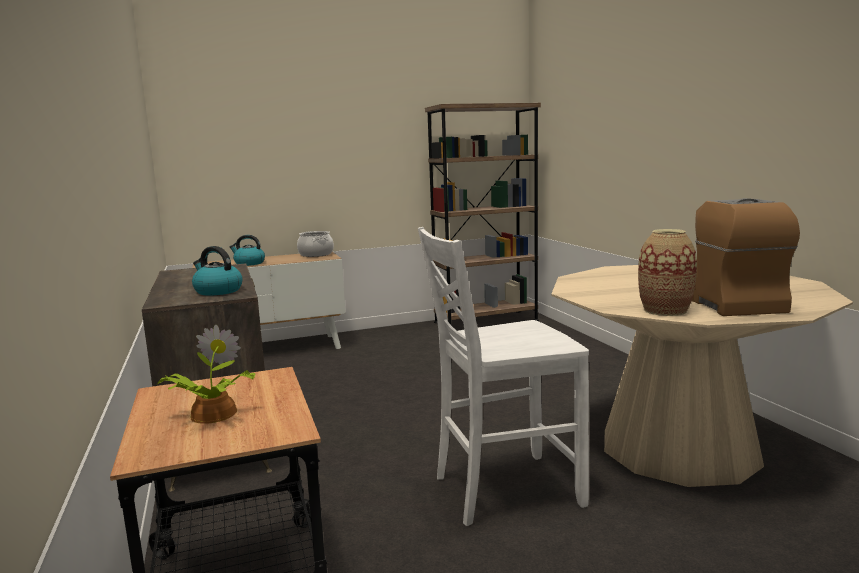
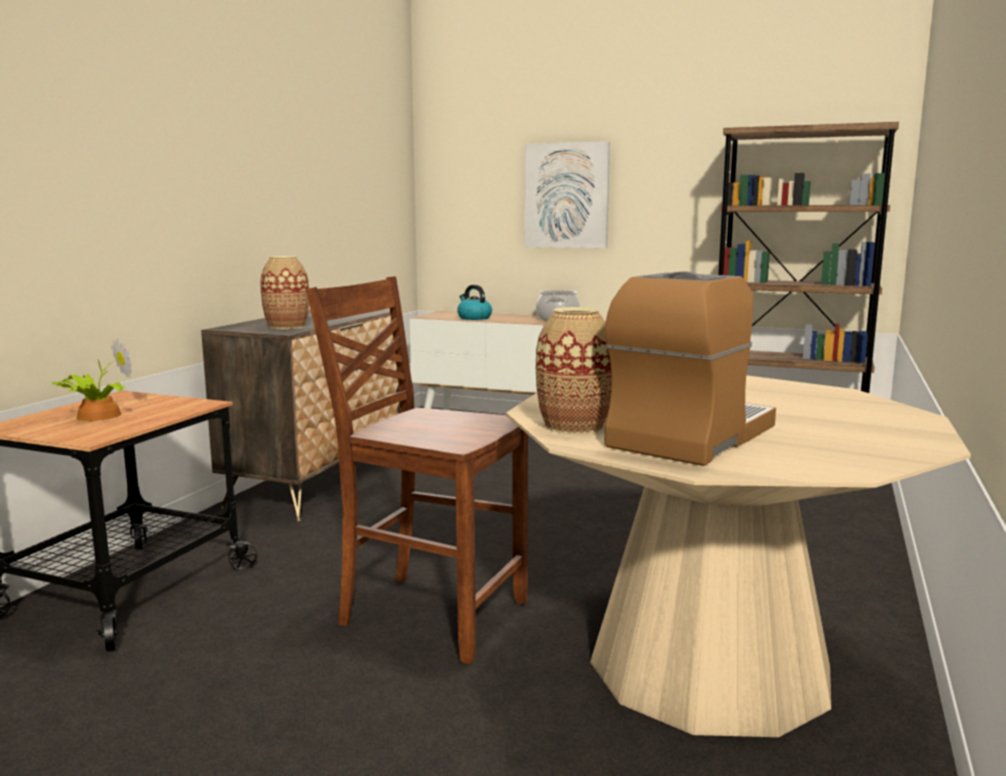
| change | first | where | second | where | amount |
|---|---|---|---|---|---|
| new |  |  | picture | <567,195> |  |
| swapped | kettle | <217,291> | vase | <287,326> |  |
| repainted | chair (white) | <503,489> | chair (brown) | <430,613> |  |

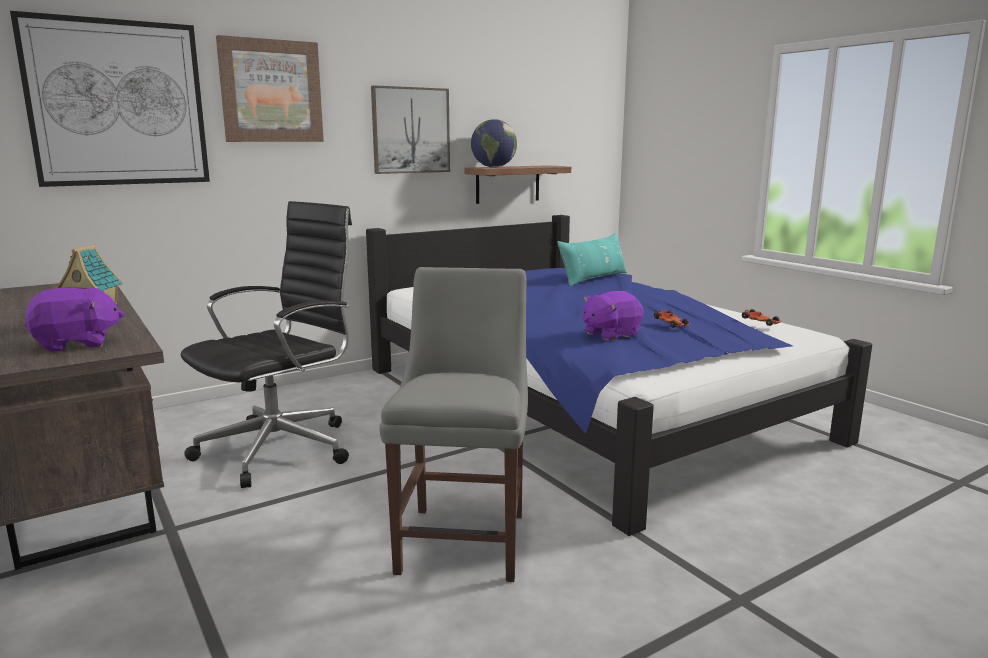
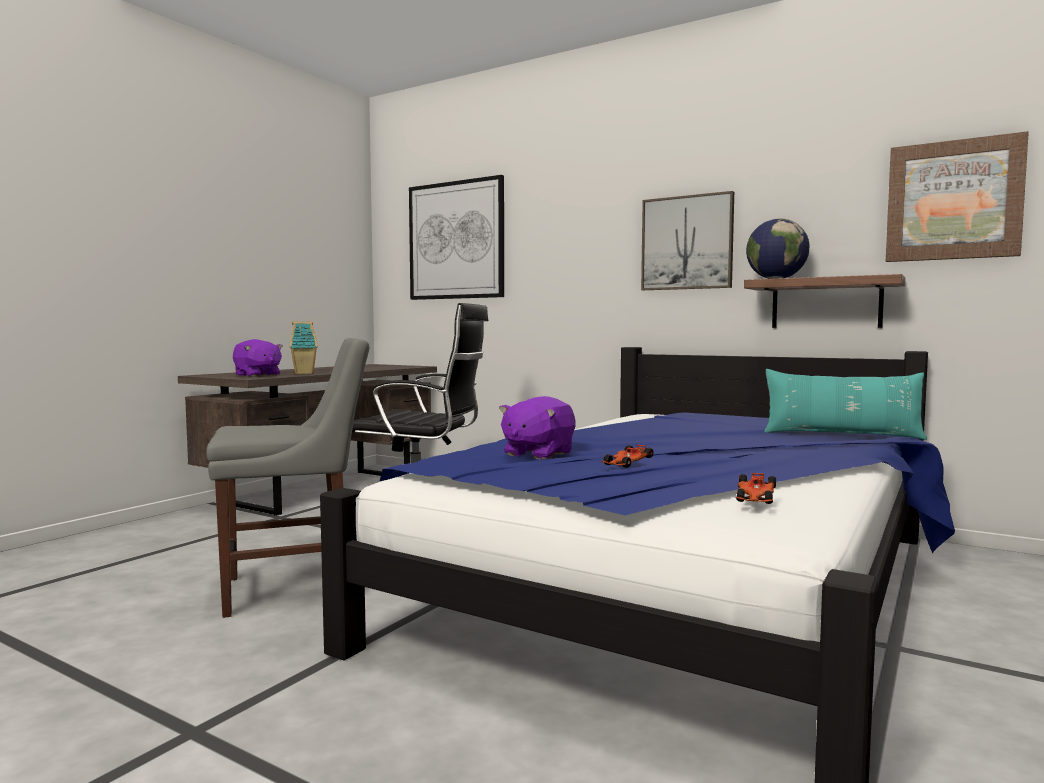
| change | first | where | second | where | amount |
|---|---|---|---|---|---|
| shifted | picture | <271,91> |  | <953,200> |  |
| rotated | plush toy (purple) | <610,334> |  | <537,454> | 90 degrees counterclockwise |

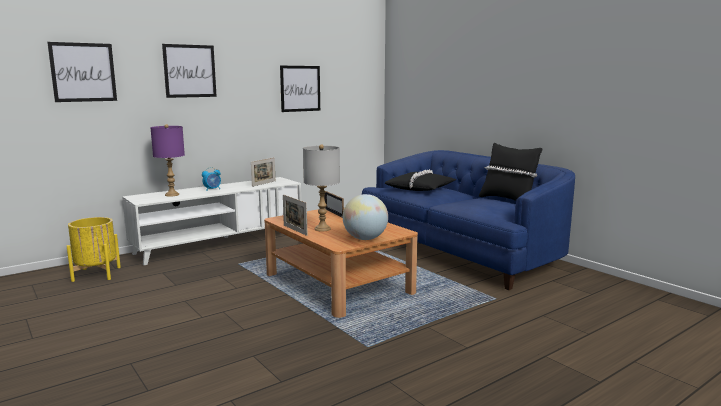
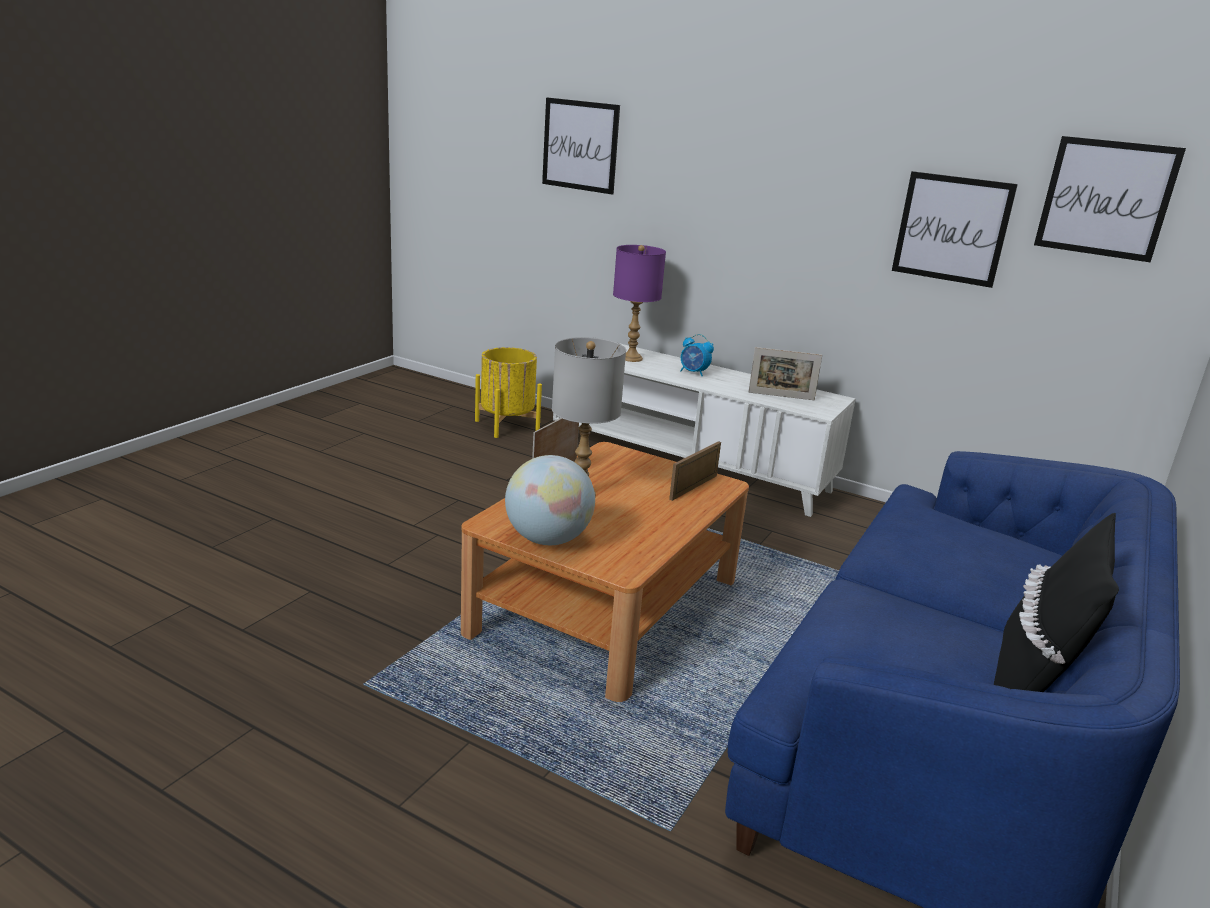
| change | first | where | second | where | amount |
|---|---|---|---|---|---|
| gone | pillow (black) | <420,188> |  |  |  |
| shifted | picture | <190,71> |  | <1106,198> |  |

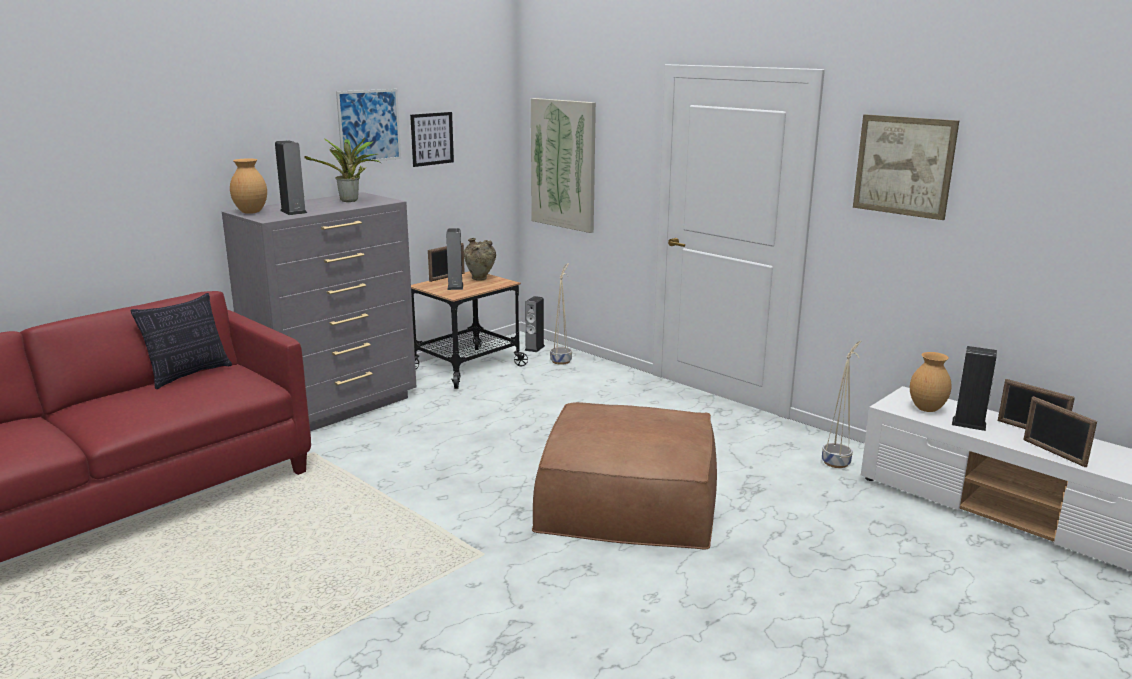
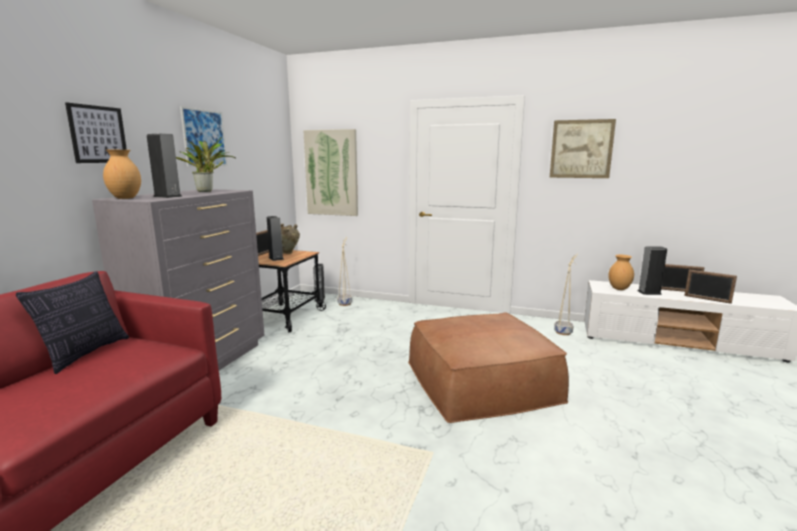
| change | first | where | second | where | amount |
|---|---|---|---|---|---|
| shifted | picture | <432,139> |  | <98,134> |  |

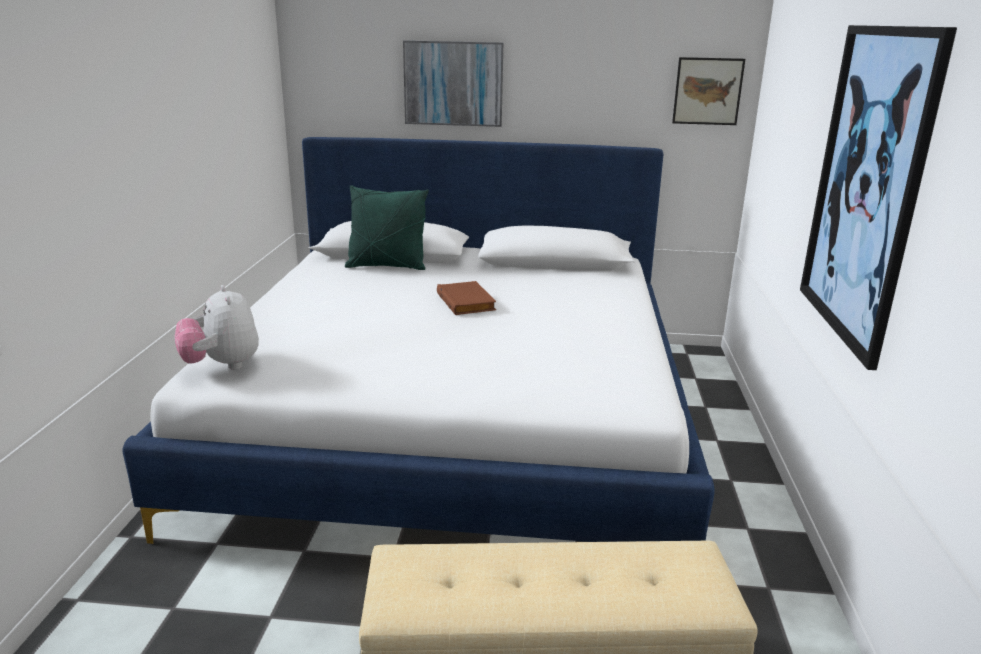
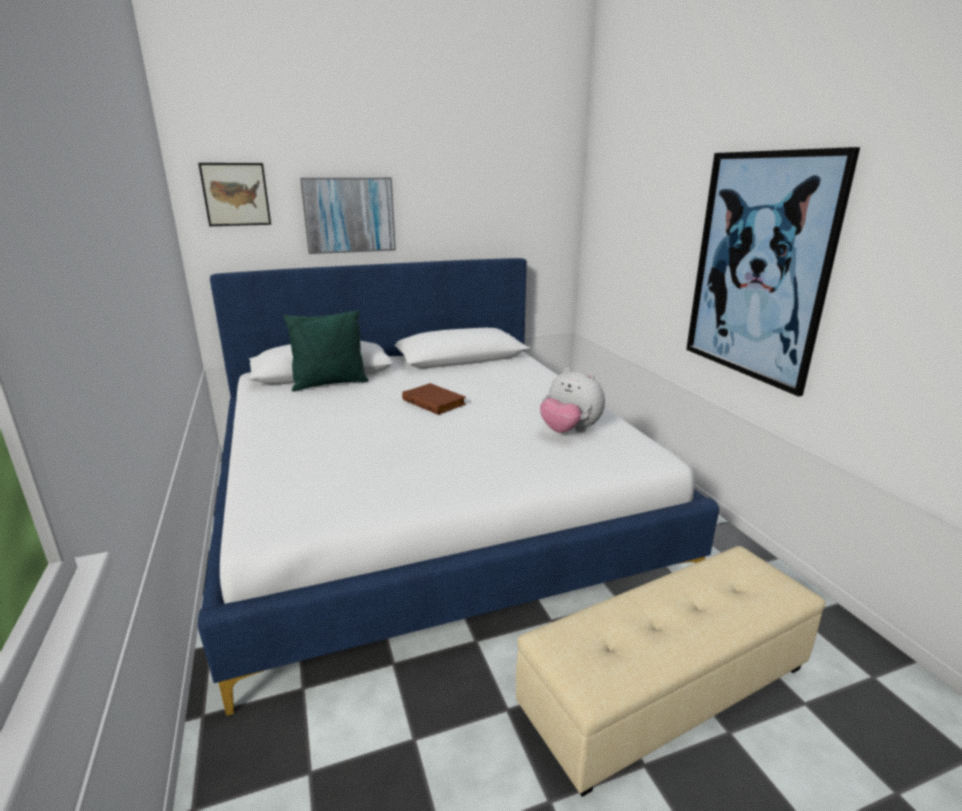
| change | first | where | second | where | amount |
|---|---|---|---|---|---|
| shifted | plush toy | <222,365> |  | <569,431> |  |
| shifted | picture | <707,91> |  | <236,194> |  |

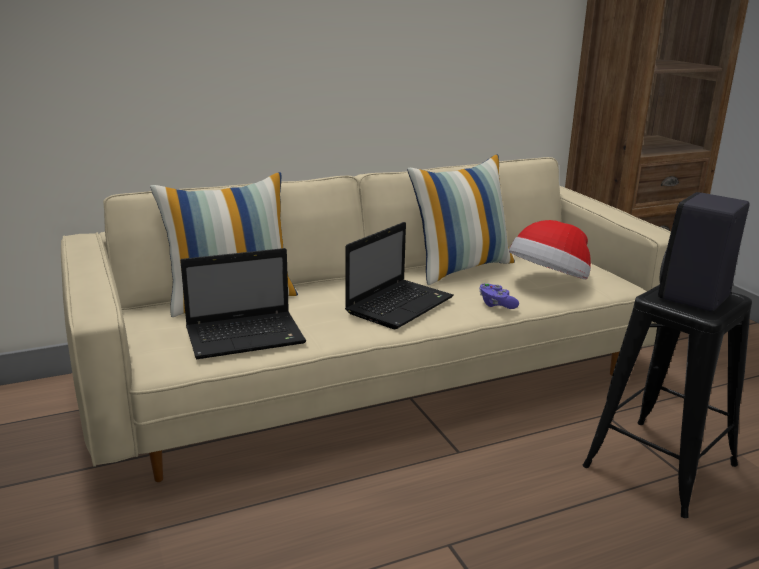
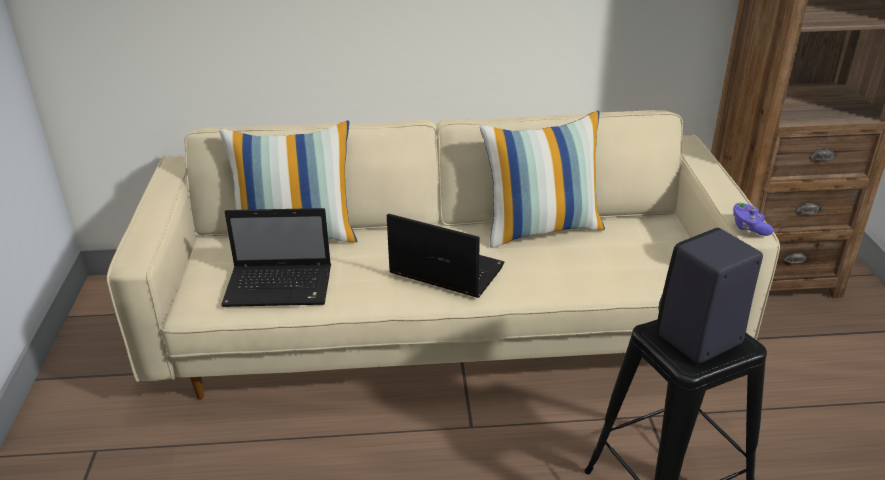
| change | first | where | second | where | amount |
|---|---|---|---|---|---|
| gone | hat | <549,282> |  |  |  |
| shifted | game controller (purple) | <496,304> |  | <749,227> |  |
| rotated | laptop | <400,304> |  | <444,270> | 120 degrees counterclockwise |

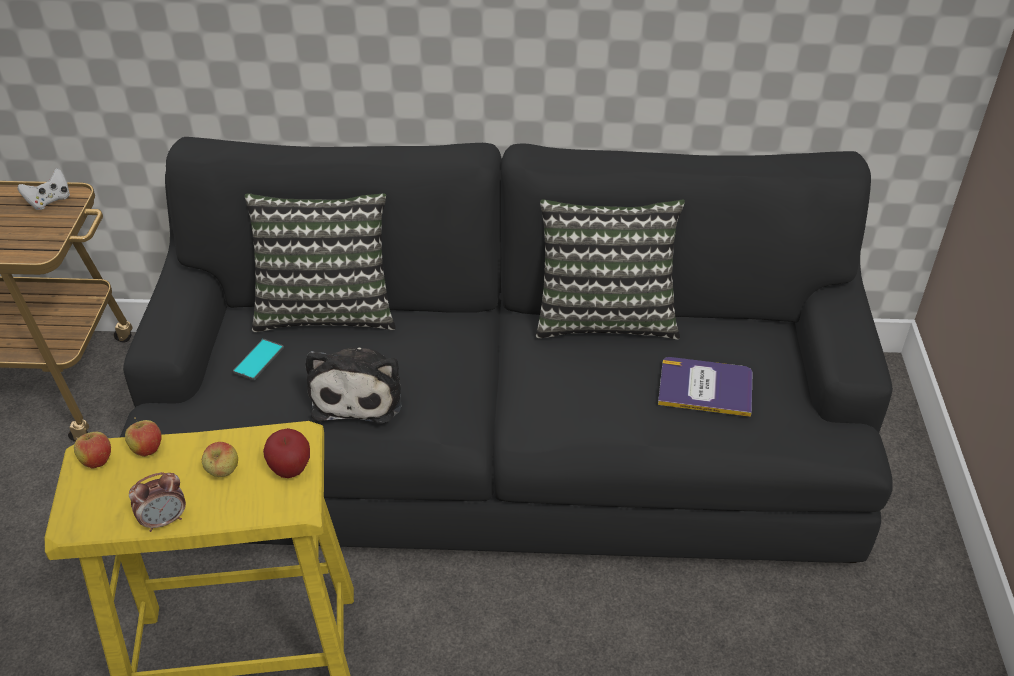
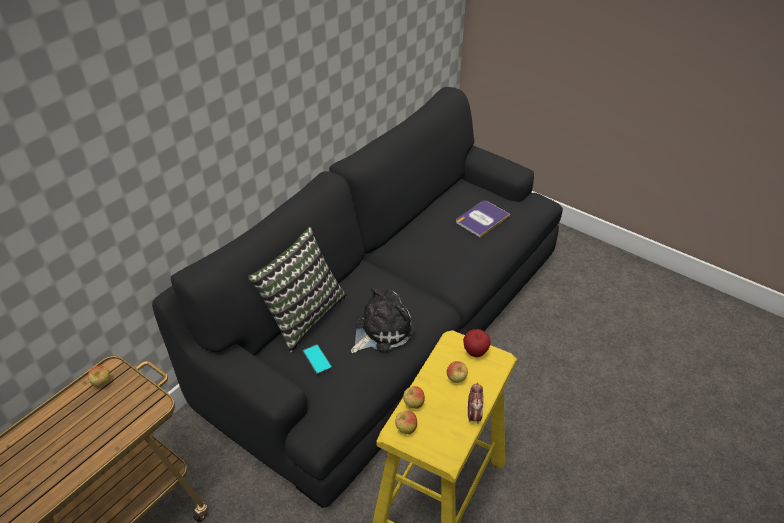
| change | first | where | second | where | amount |
|---|---|---|---|---|---|
| gone | pillow | <605,316> |  |  |  |
| swapped | game controller (white) | <49,201> | apple | <102,383> |  |
| rotated | plush toy | <359,393> |  | <381,330> | 75 degrees counterclockwise |

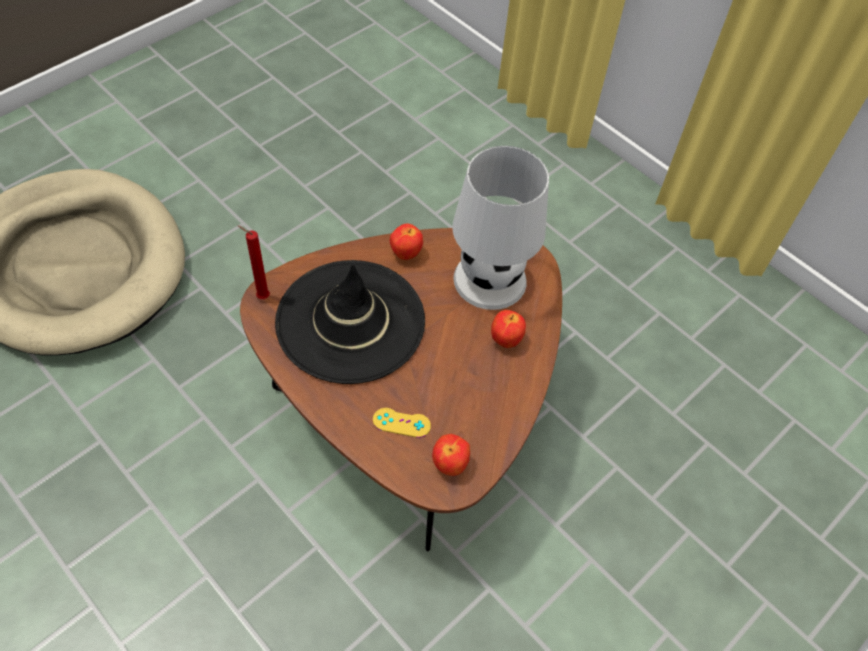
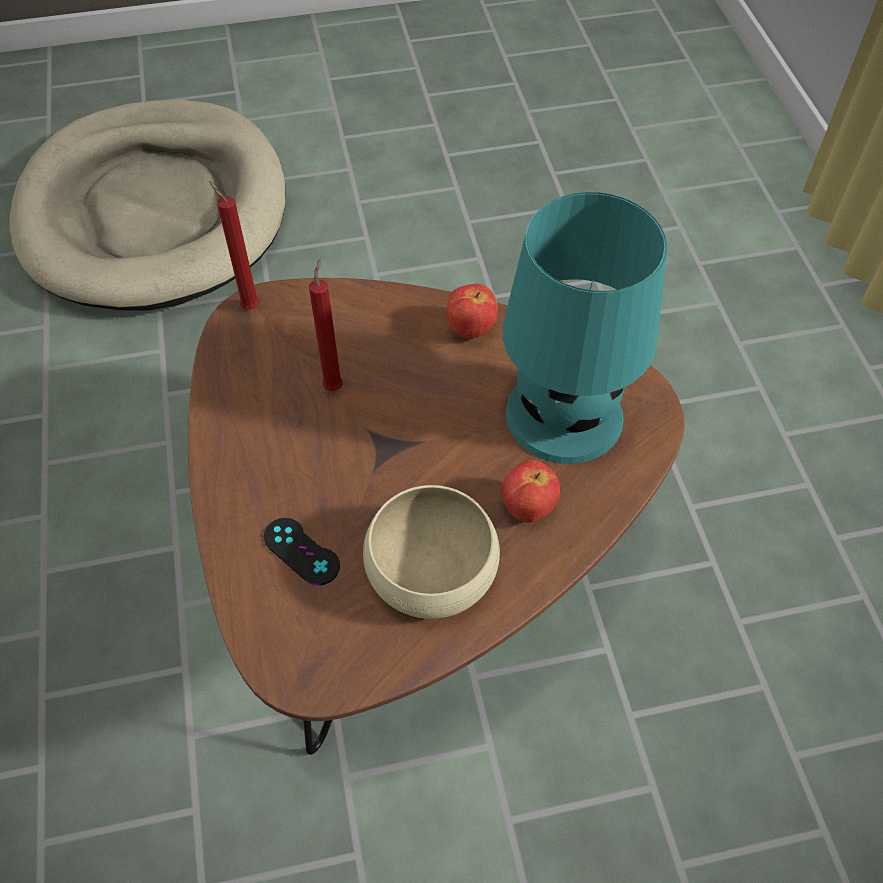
| change | first | where | second | where | amount |
|---|---|---|---|---|---|
| gone | apple | <450,464> |  |  |  |
| new |  |  | bowl (beige) | <431,570> |  |
| swapped | hat (black) | <350,321> | candle (red) | <334,385> |  |
| repainted | game controller (yellow) | <401,423> | game controller (black) | <301,551> |  |
| repainted | table lamp (white) | <490,279> | table lamp (turquoise) | <566,414> |  |

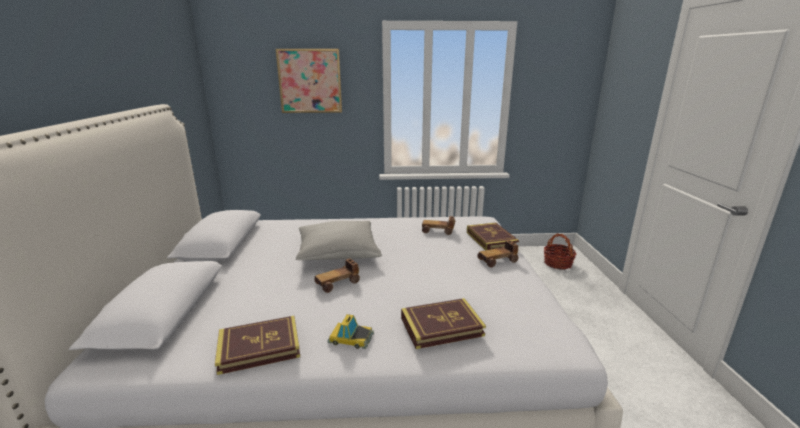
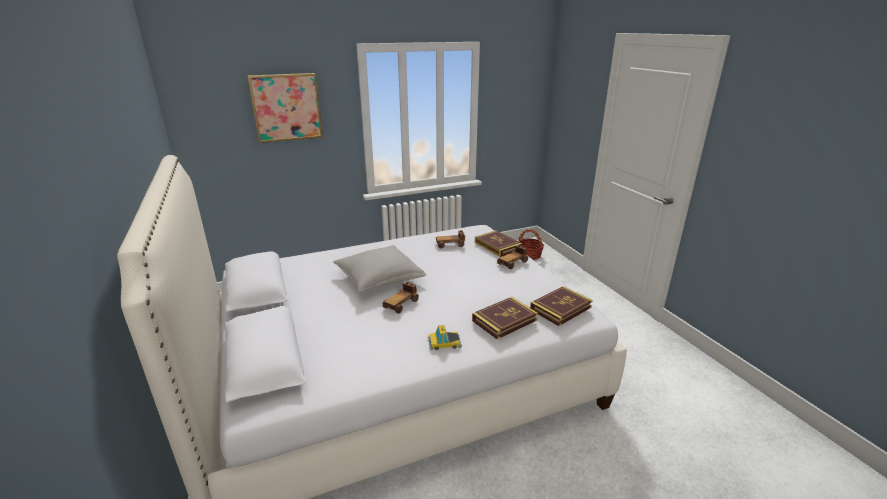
| change | first | where | second | where | amount |
|---|---|---|---|---|---|
| shifted | book | <259,348> |  | <560,308> |  |

